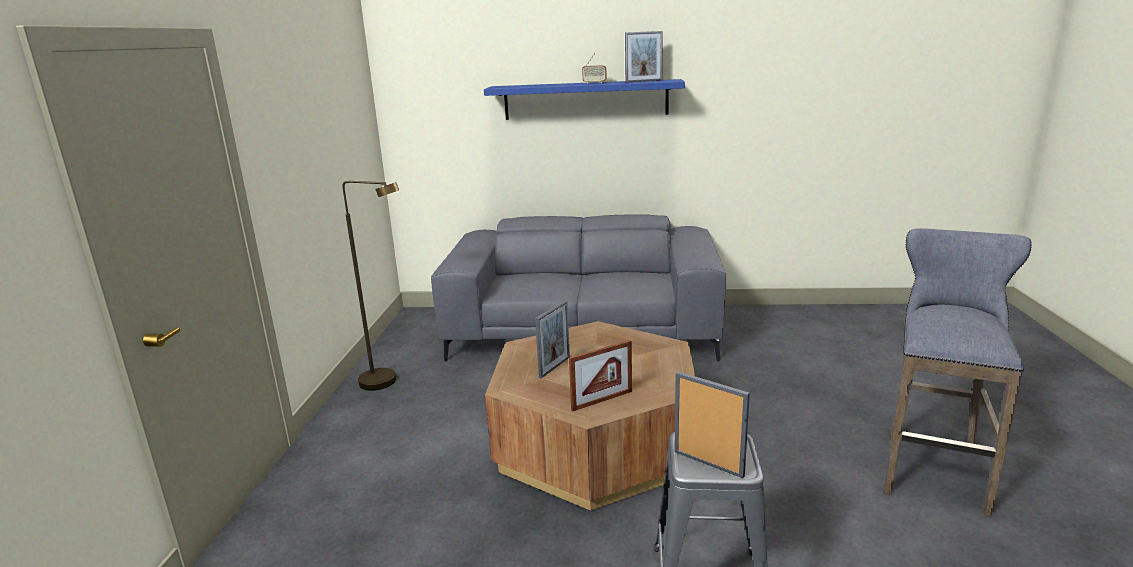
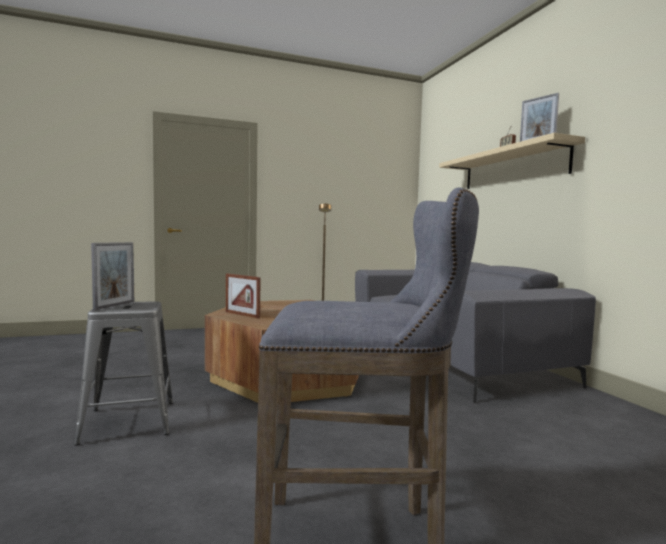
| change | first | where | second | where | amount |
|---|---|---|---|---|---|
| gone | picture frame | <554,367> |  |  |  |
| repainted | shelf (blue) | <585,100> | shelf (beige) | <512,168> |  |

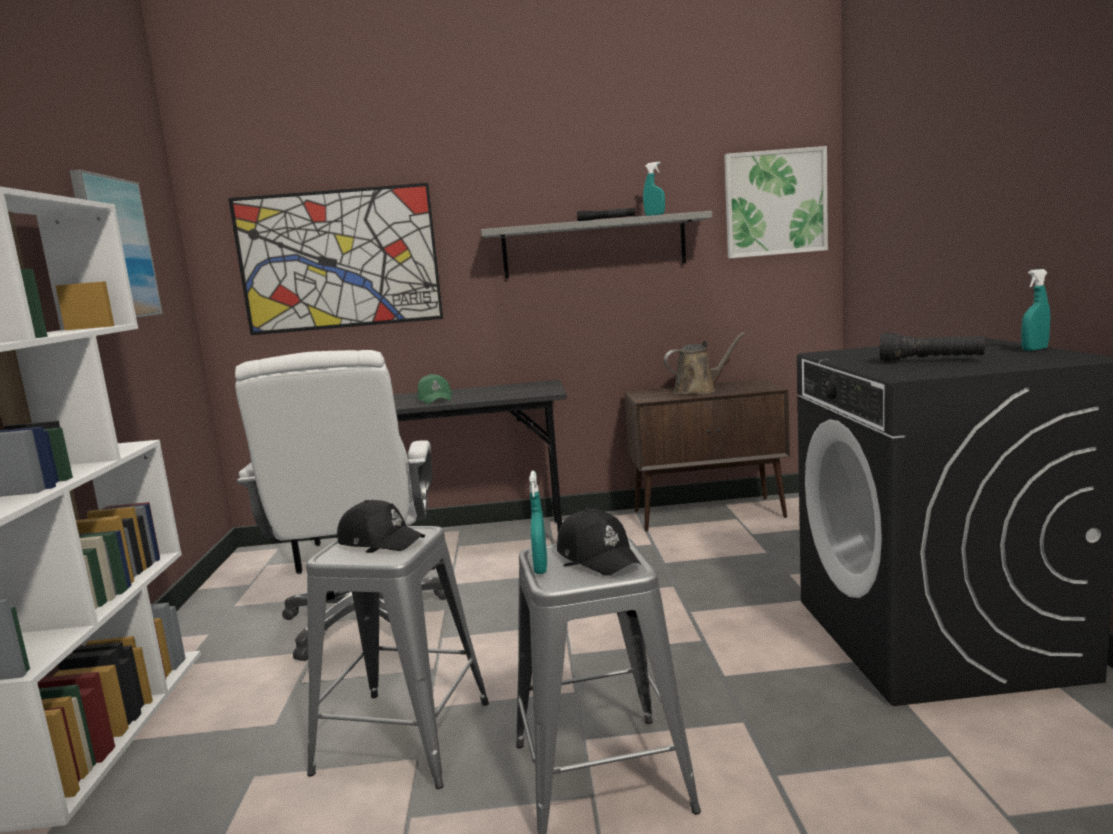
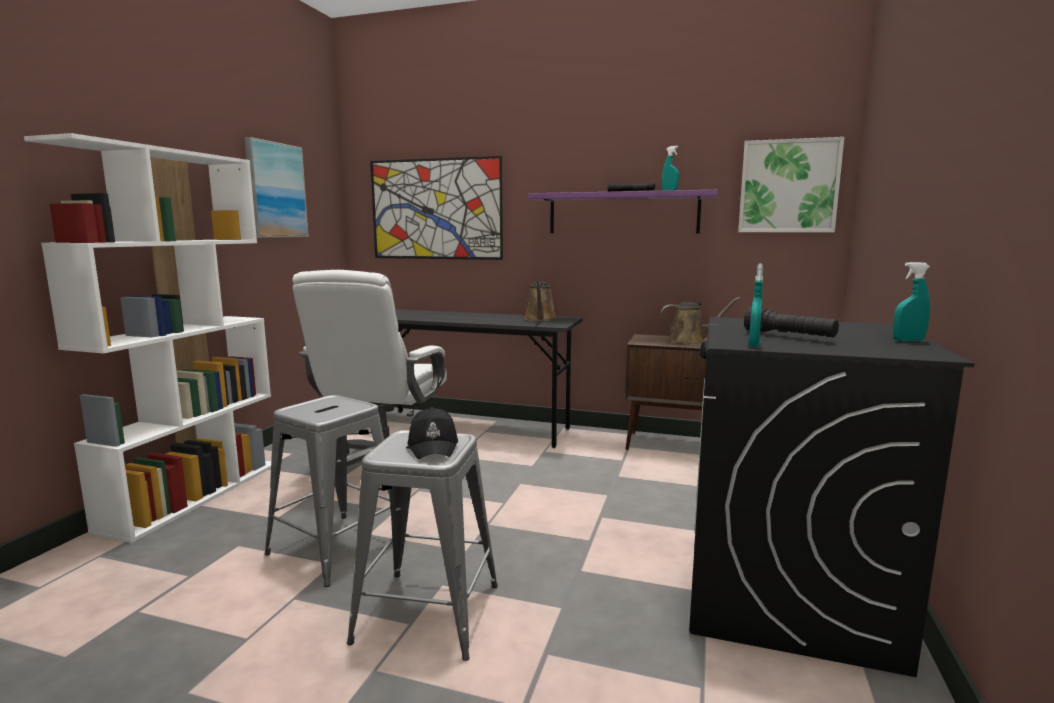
| change | first | where | second | where | amount |
|---|---|---|---|---|---|
| gone | cap (black) | <380,540> |  |  |  |
| gone | cap (green) | <435,399> |  |  |  |
| new |  |  | watering can (brown) | <540,319> |  |
| shifted | spray bottle (turquoise) | <541,568> |  | <753,345> |  |
| repainted | shelf (grey) | <594,246> | shelf (purple) | <623,213> |  |

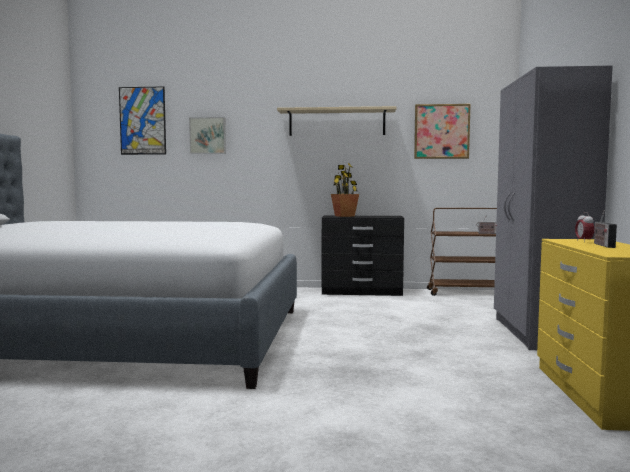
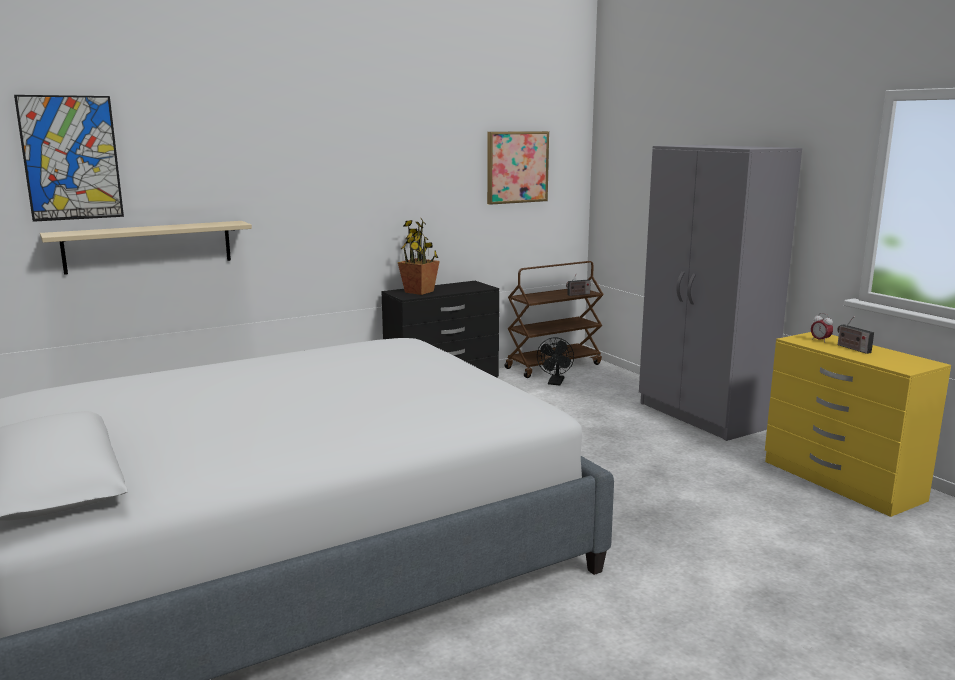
| change | first | where | second | where | amount |
|---|---|---|---|---|---|
| gone | picture | <208,135> |  |  |  |
| new |  |  | fan (black) | <555,383> |  |
| shifted | shelf (beige) | <337,122> |  | <149,246> |  |

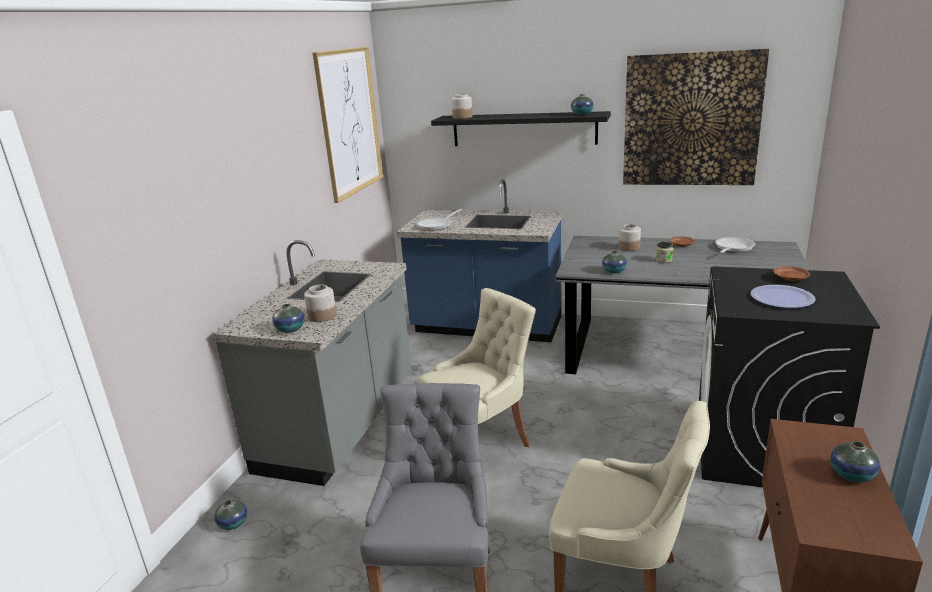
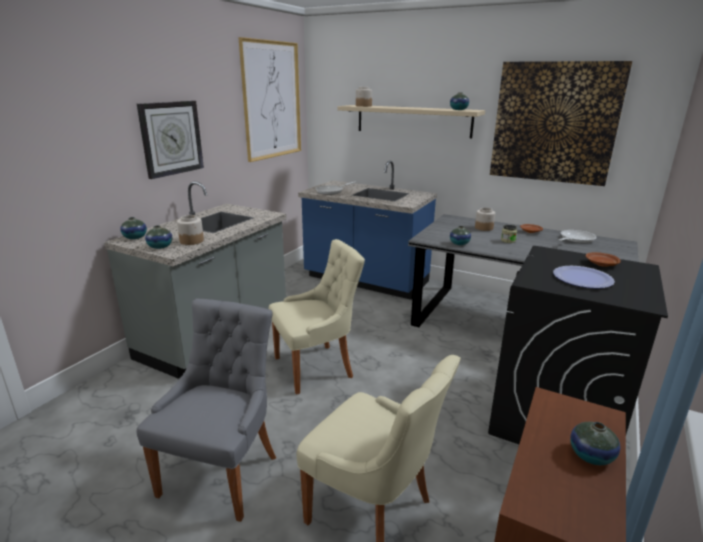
| change | first | where | second | where | amount |
|---|---|---|---|---|---|
| new |  |  | wall clock | <171,138> |  |
| shifted | vase | <233,523> |  | <135,237> |  |
| repainted | shelf (black) | <523,129> | shelf (beige) | <413,121> |  |

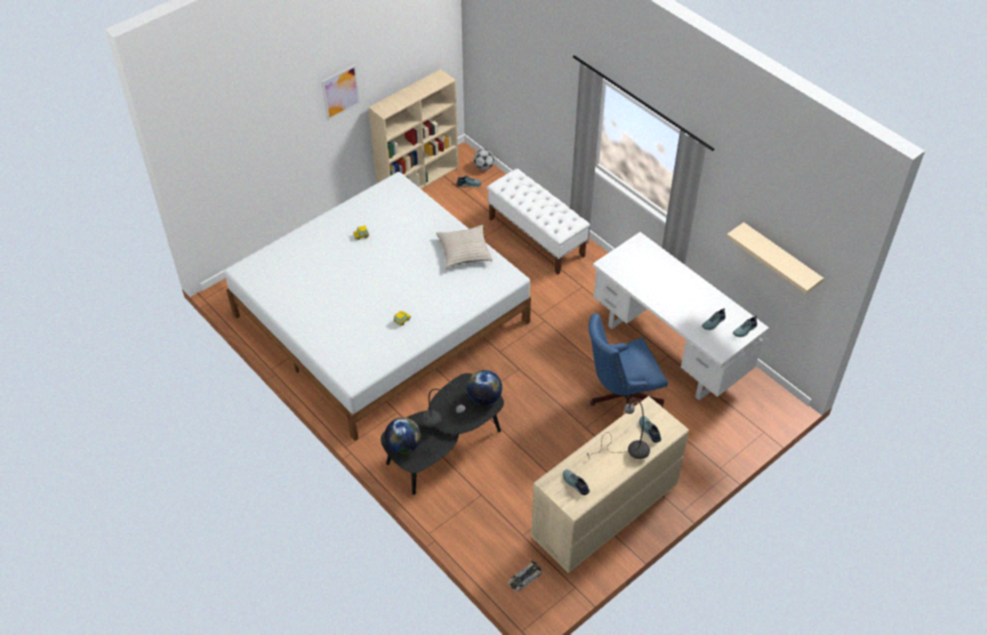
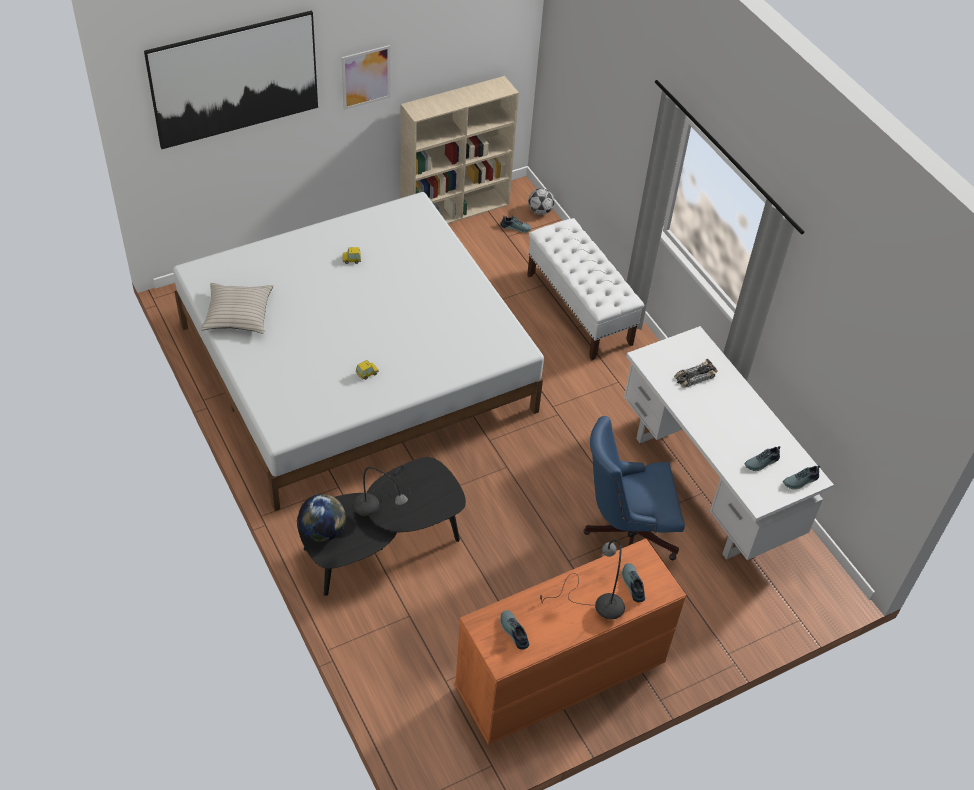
| change | first | where | second | where | amount |
|---|---|---|---|---|---|
| gone | globe | <484,398> |  |  |  |
| gone | shelf (beige) | <780,259> |  |  |  |
| new |  |  | picture | <235,79> |  |
| shifted | pillow (beige) | <464,251> |  | <238,314> |  |
| shifted | toy car | <524,578> |  | <694,377> |  |
| repainted | dresser (beige) | <604,512> | dresser (orange) | <559,676> |  |

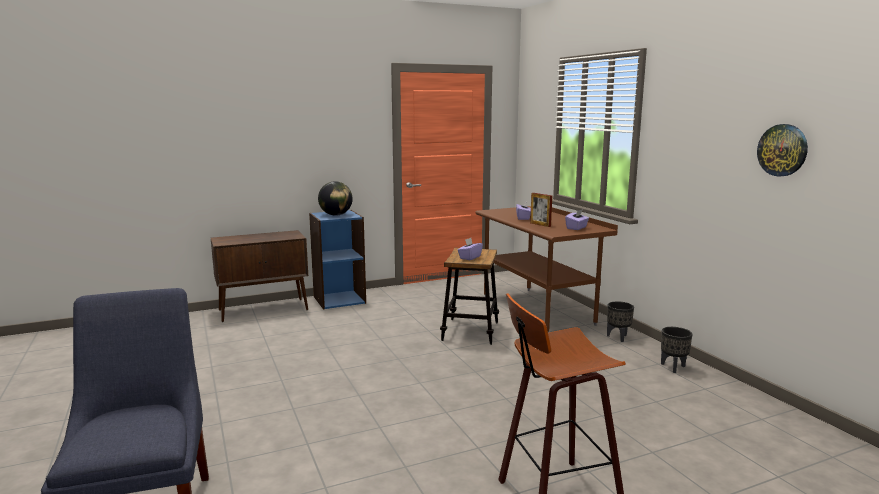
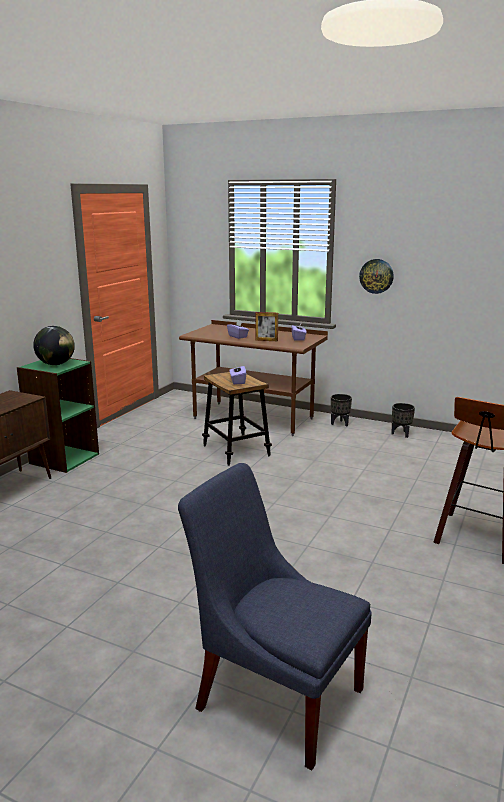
| change | first | where | second | where | amount |
|---|---|---|---|---|---|
| shifted | wall clock | <782,150> |  | <376,276> |  |
| repainted | bookcase (blue) | <339,299> | bookcase (green) | <64,458> |  |

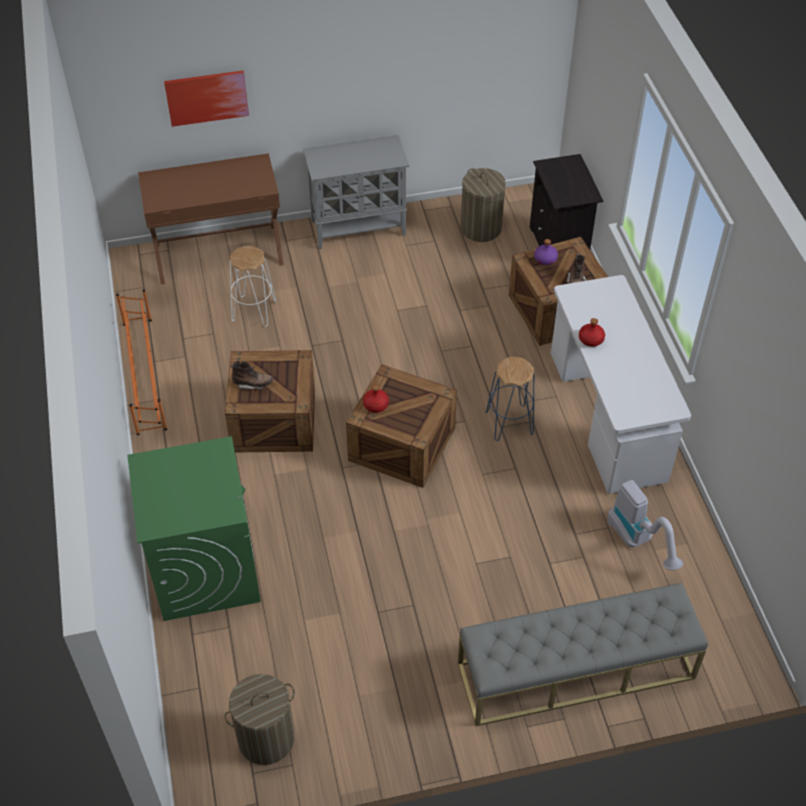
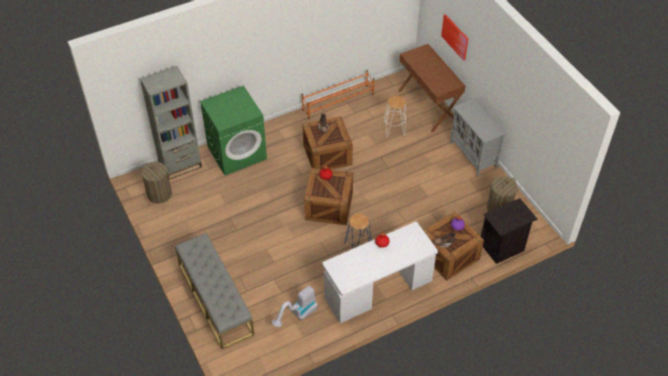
| change | first | where | second | where | amount |
|---|---|---|---|---|---|
| new |  |  | bookcase (grey) | <180,165> |  |

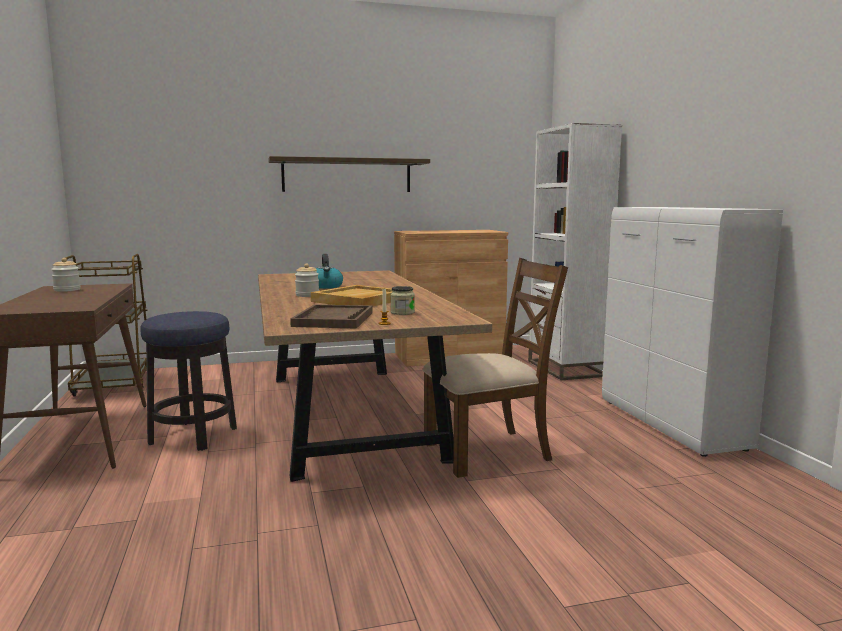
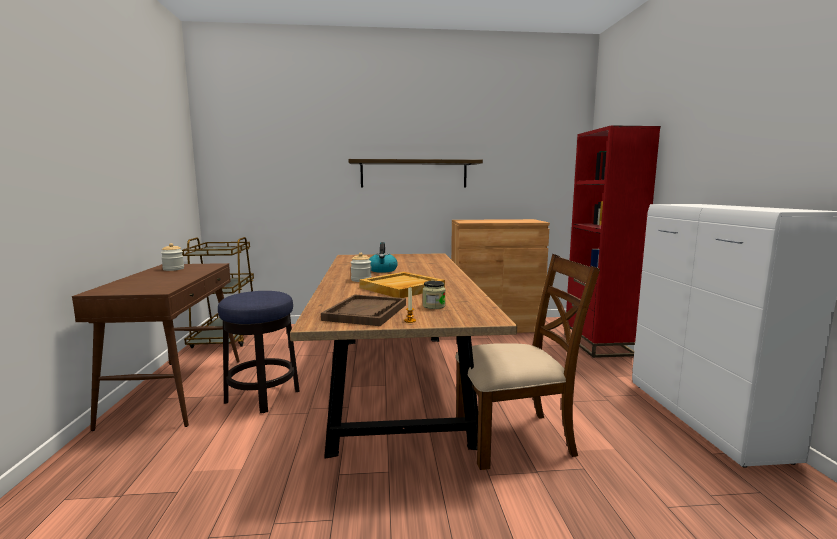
| change | first | where | second | where | amount |
|---|---|---|---|---|---|
| repainted | bookcase (white) | <566,368> | bookcase (red) | <598,344> |  |

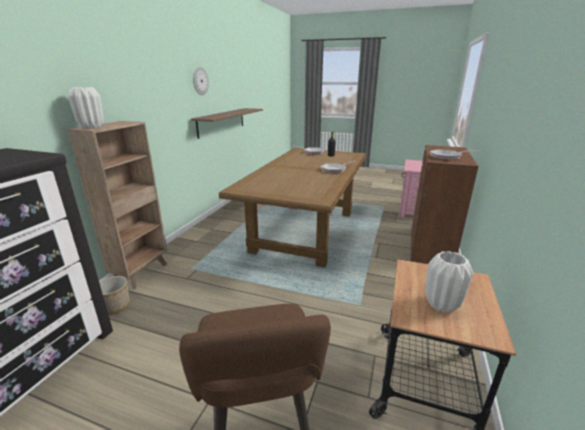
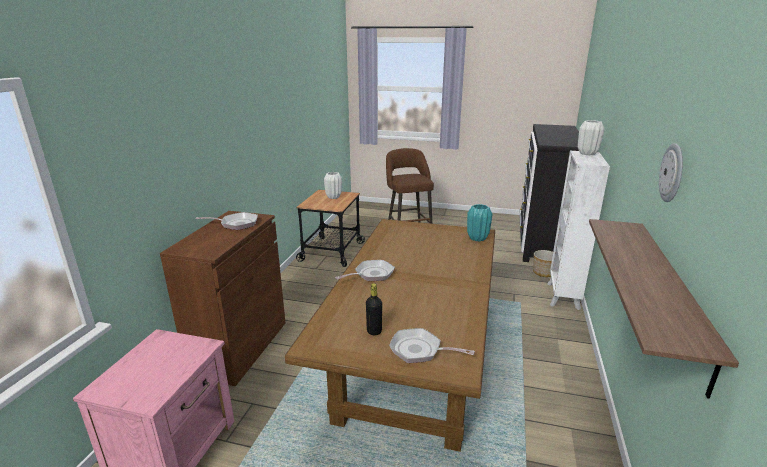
| change | first | where | second | where | amount |
|---|---|---|---|---|---|
| new |  |  | vase (turquoise) | <477,238> |  |
| repainted | bookcase (brown) | <142,272> | bookcase (white) | <562,296> |  |

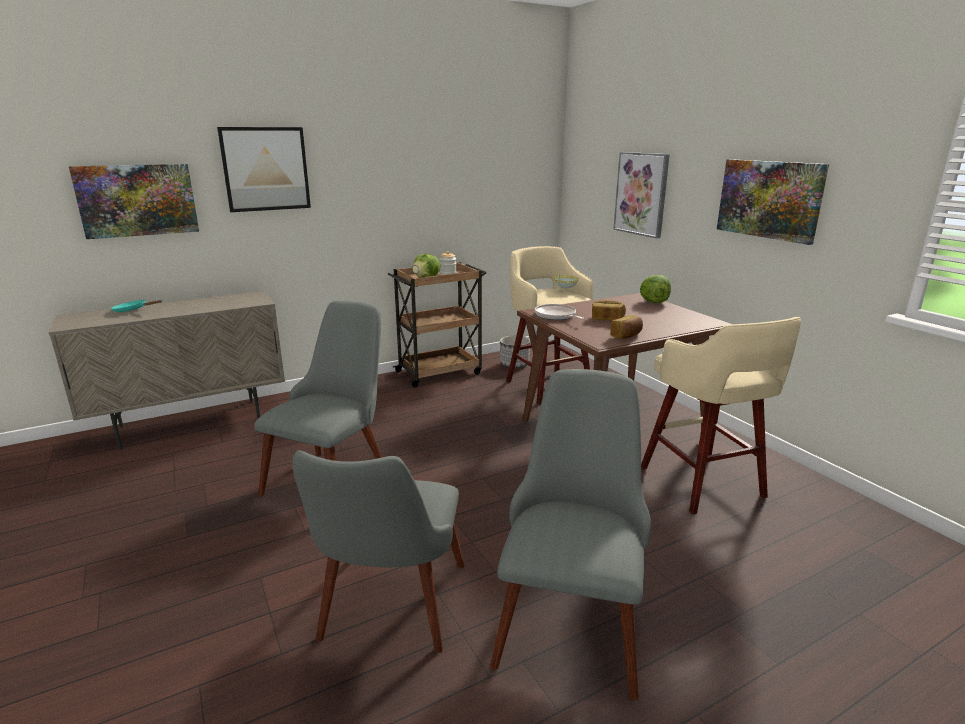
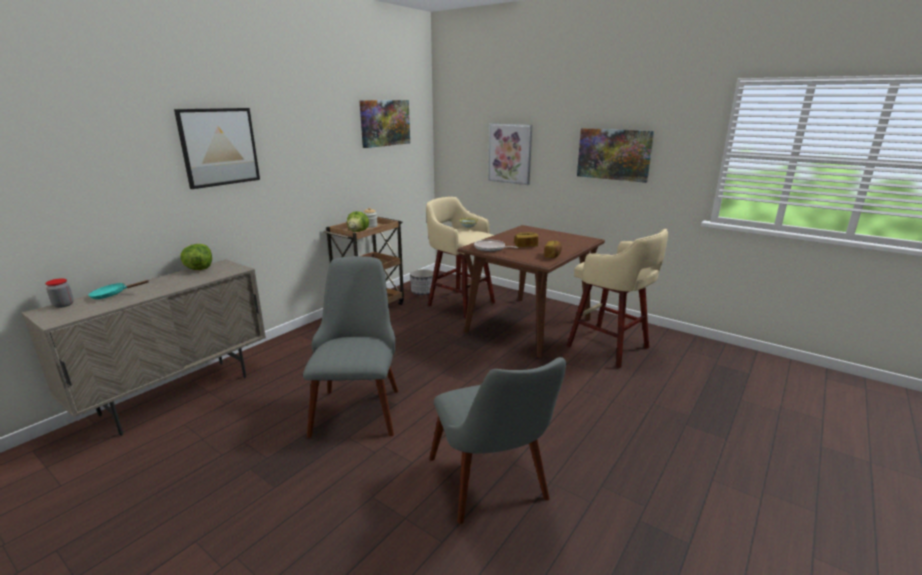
| change | first | where | second | where | amount |
|---|---|---|---|---|---|
| gone | chair (grey) | <571,613> |  |  |  |
| new |  |  | jar | <63,305> |  |
| shifted | picture | <137,200> |  | <385,123> |  |
| shifted | lettuce | <653,302> |  | <199,269> |  |

